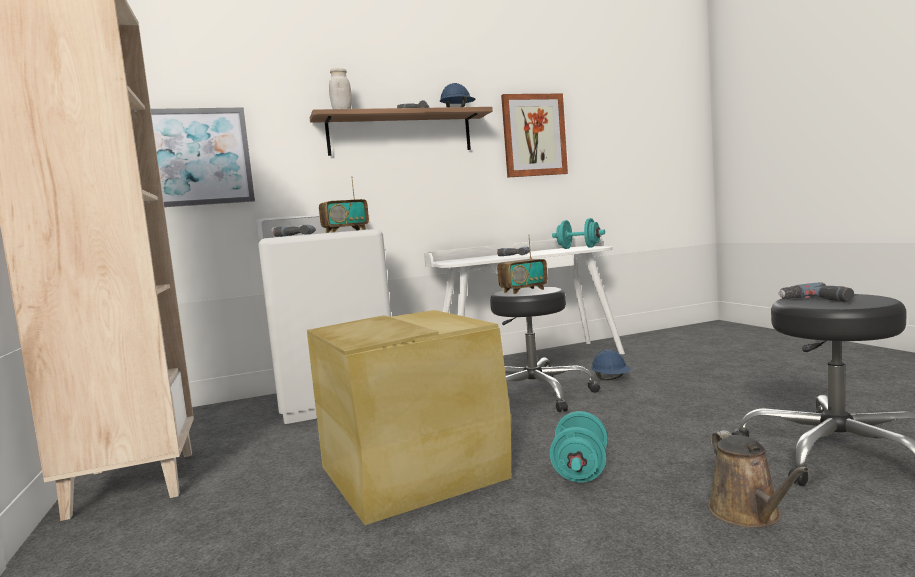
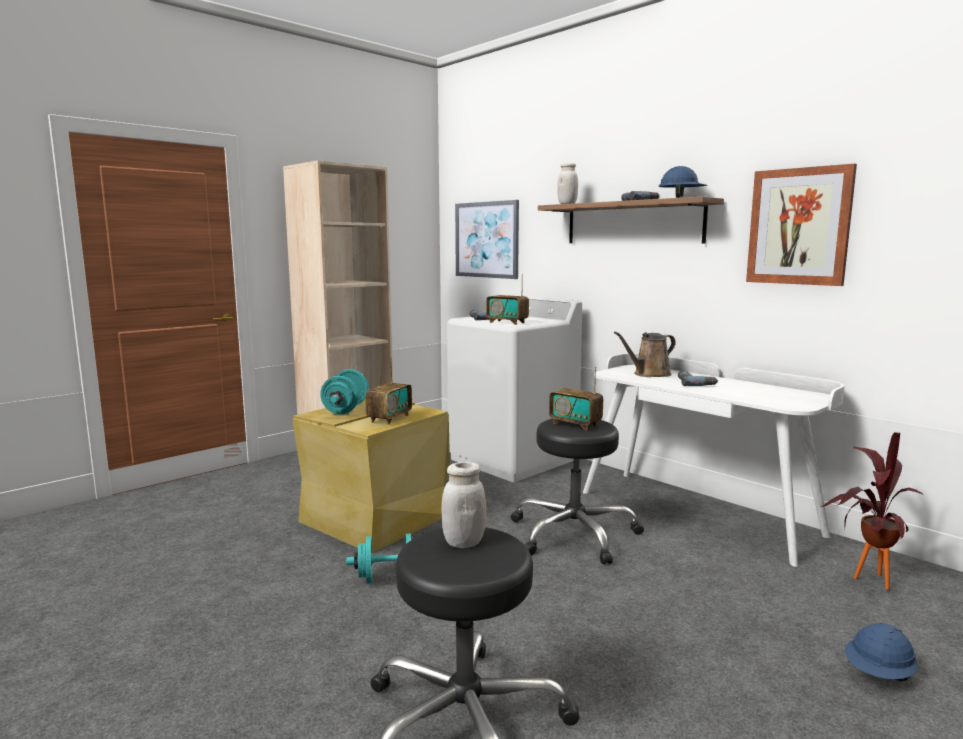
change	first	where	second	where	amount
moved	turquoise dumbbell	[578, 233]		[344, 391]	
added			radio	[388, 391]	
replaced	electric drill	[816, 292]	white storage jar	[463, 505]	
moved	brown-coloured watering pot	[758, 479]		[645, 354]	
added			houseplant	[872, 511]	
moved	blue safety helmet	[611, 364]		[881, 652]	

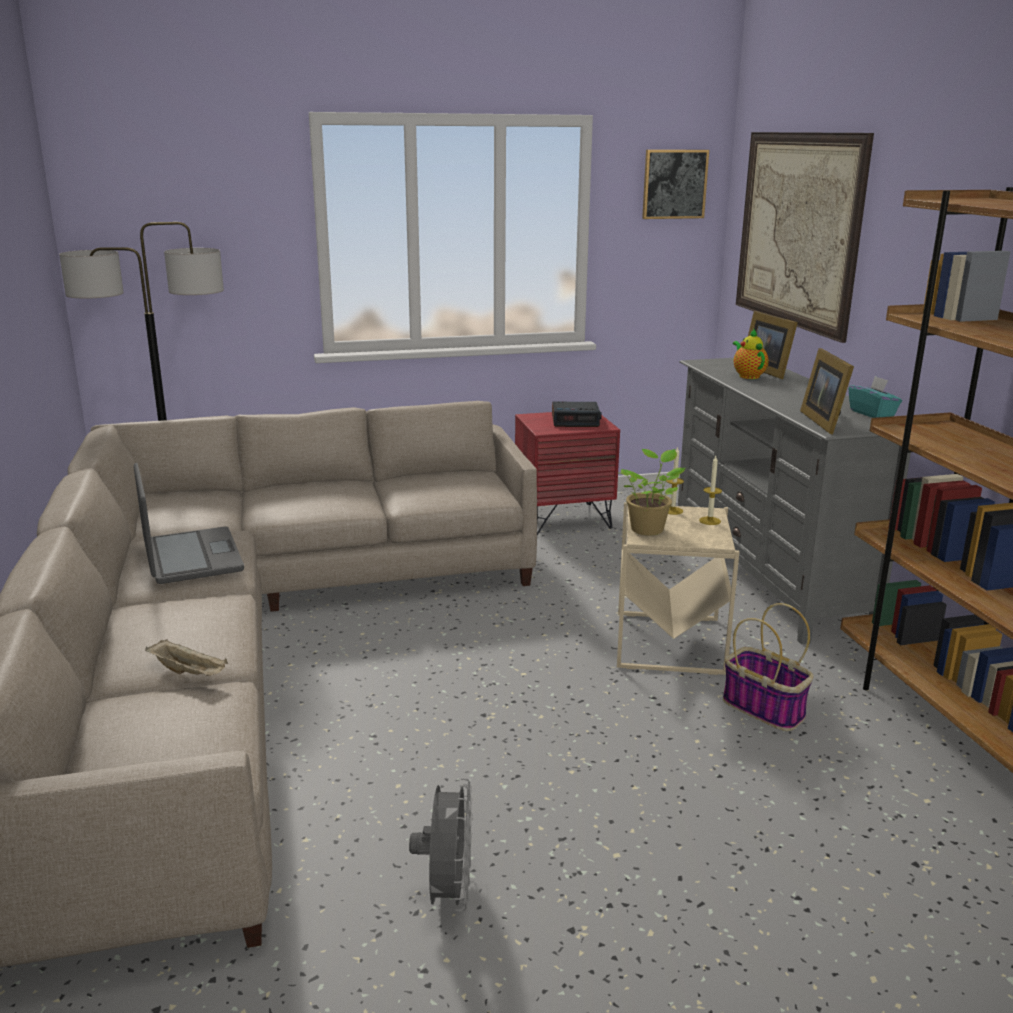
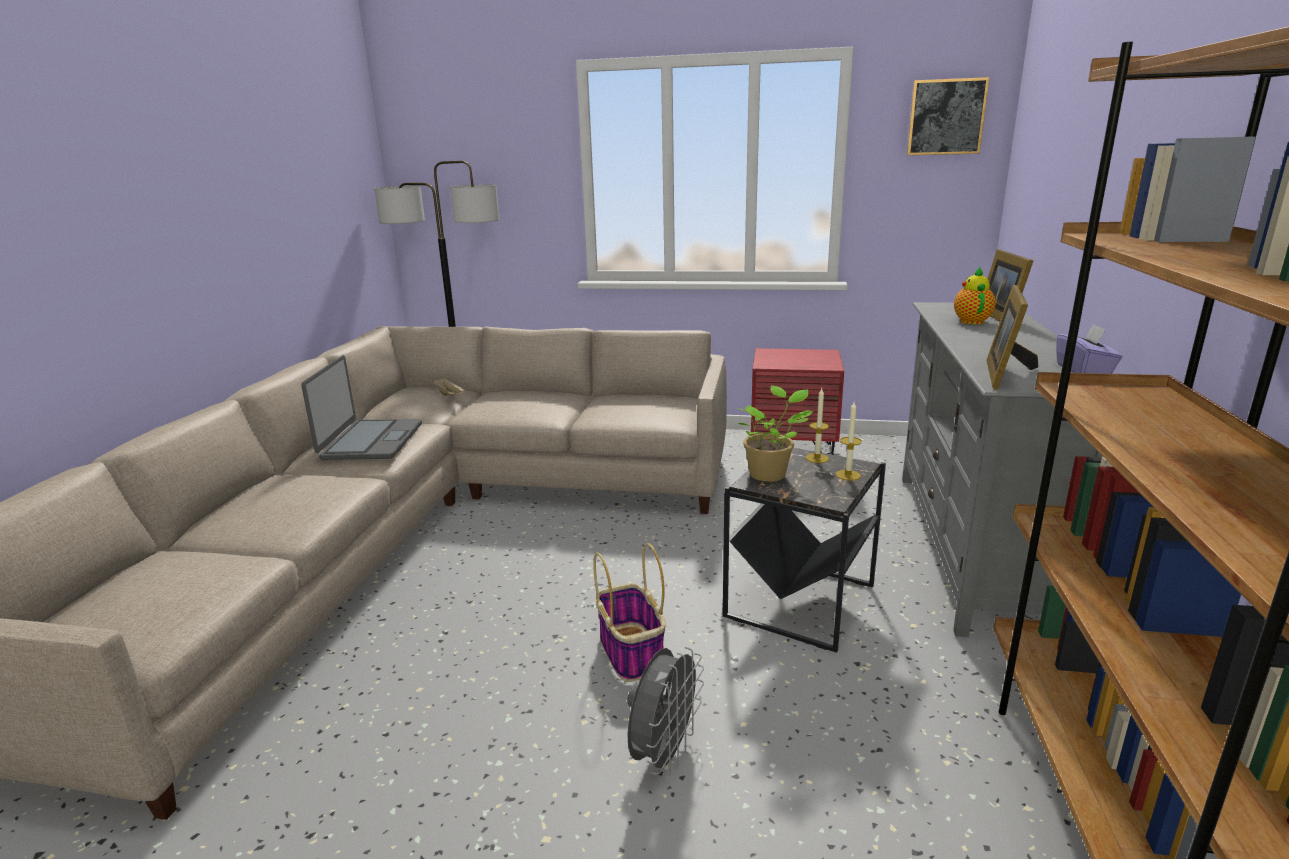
change	first	where	second	where	amount
moved	beige serving tray	[186, 657]		[449, 387]	
moved	storage basket	[768, 667]		[629, 612]	
moved	grey fan	[440, 845]		[665, 711]	
recoloured	beige side table	[678, 588]	blackish side table	[804, 550]	
recoloured	turquoise tissue holder	[875, 397]	purple-coloured tissue holder	[1089, 349]	
removed	table clock	[577, 414]			
removed	picture	[805, 237]			

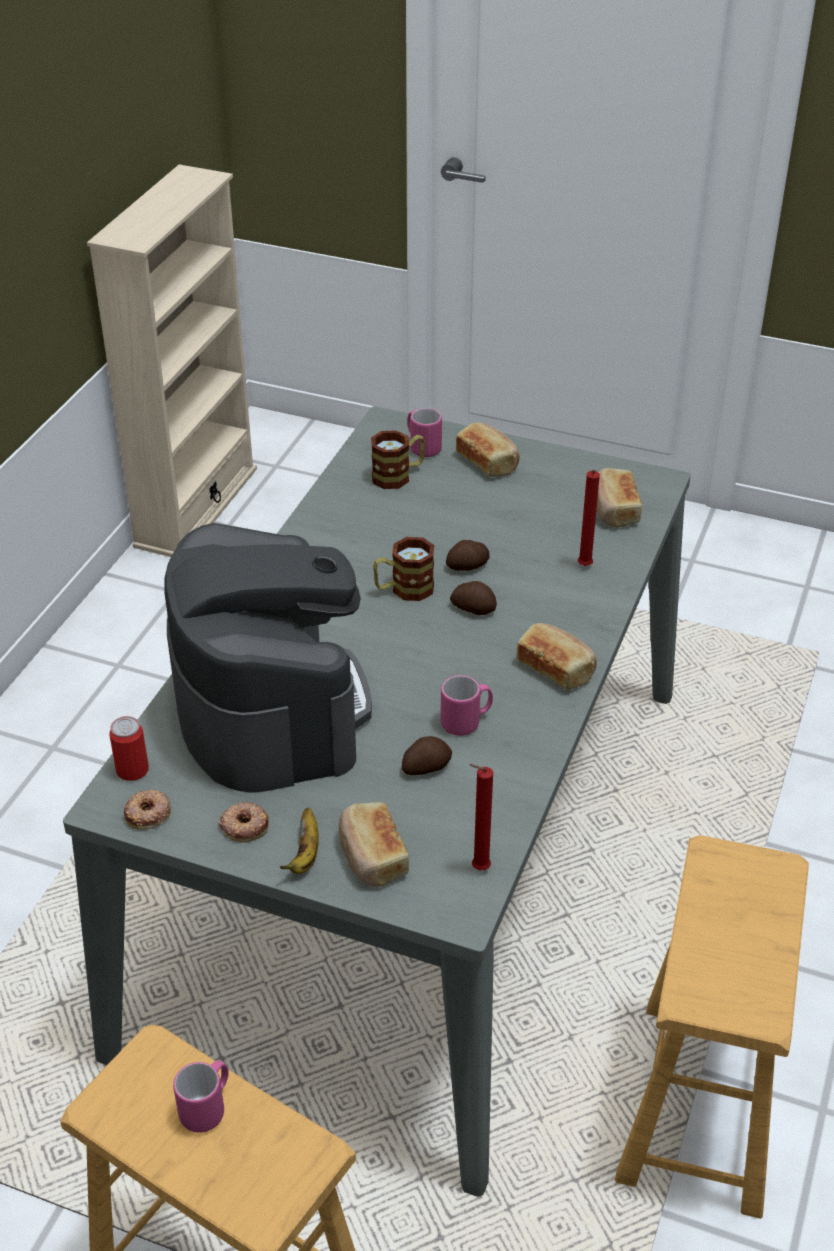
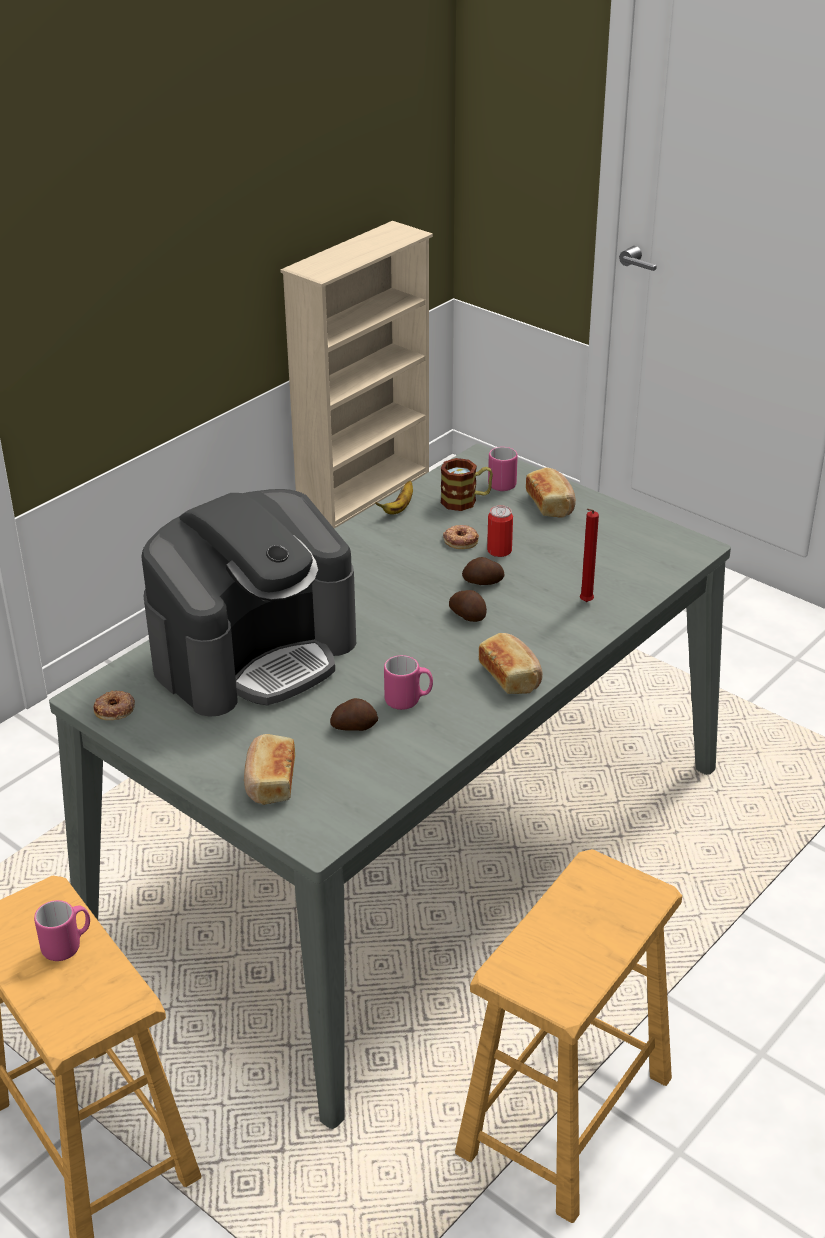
change	first	where	second	where	amount
turned	coffee maker	[268, 658]		[248, 603]	45 degrees clockwise
moved	banana	[299, 841]		[394, 497]	
moved	doughnut	[244, 822]		[461, 537]	
moved	can	[129, 748]		[500, 531]	
removed	coffee mug	[403, 569]			
removed	reddish wax candle	[481, 817]			
removed	bakery bread	[619, 498]			

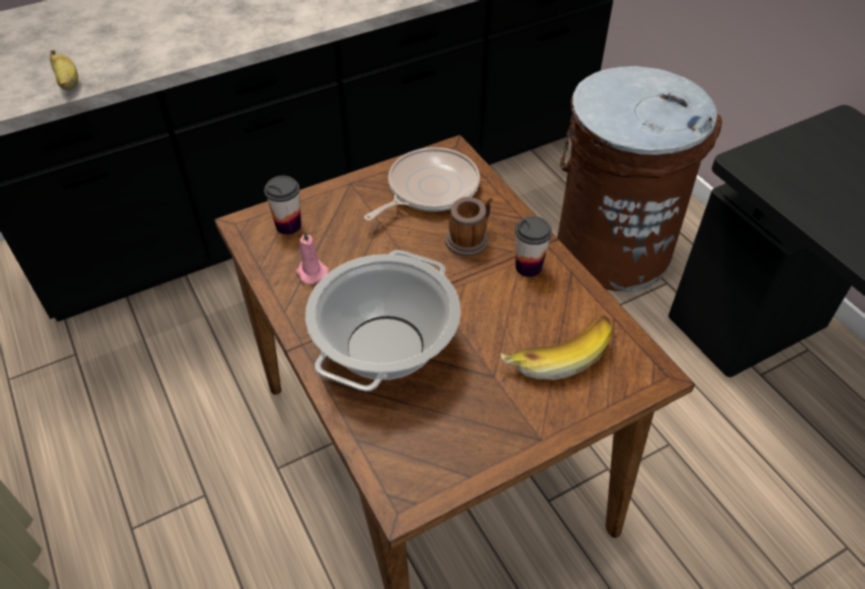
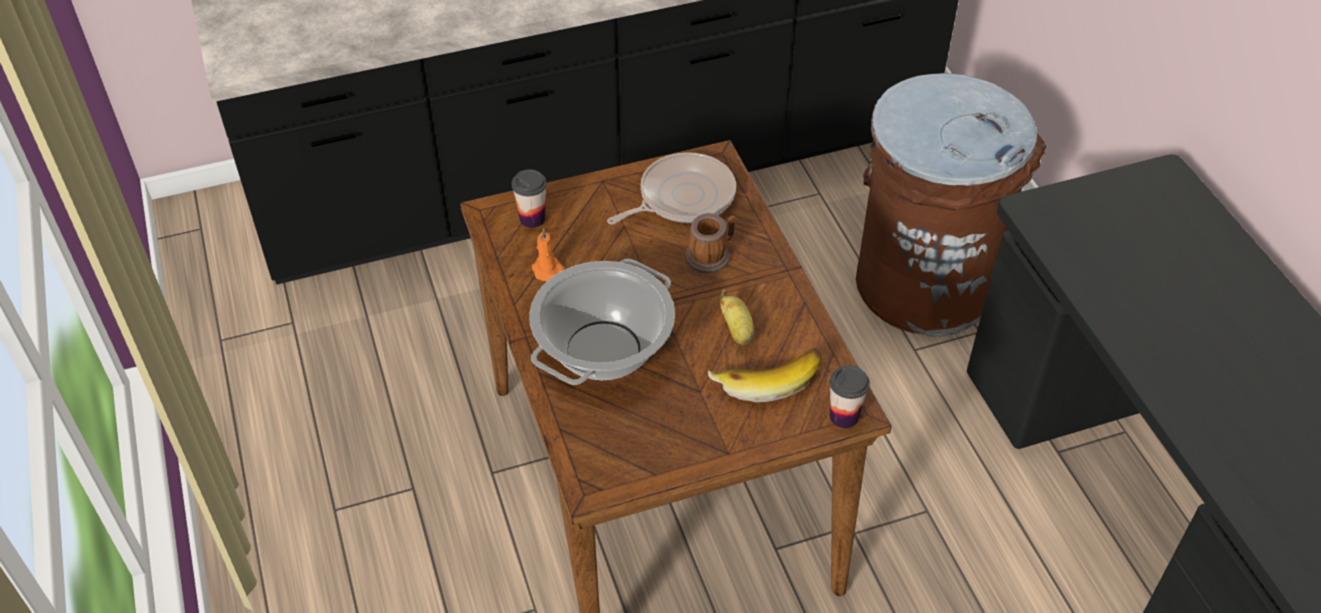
change	first	where	second	where	amount
recoloured	pinkish wax candle	[312, 257]	orangey wax candle	[548, 254]	
moved	banana	[64, 70]		[737, 318]	
moved	drinking cup	[533, 246]		[850, 396]	

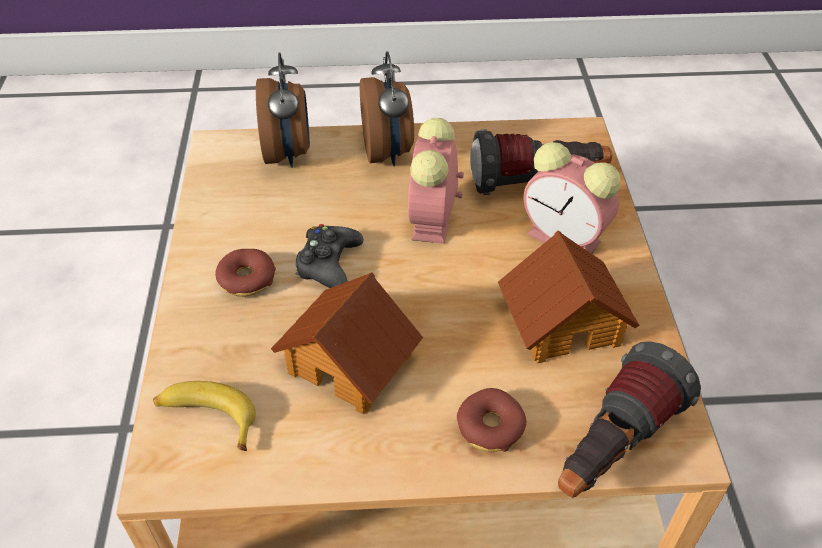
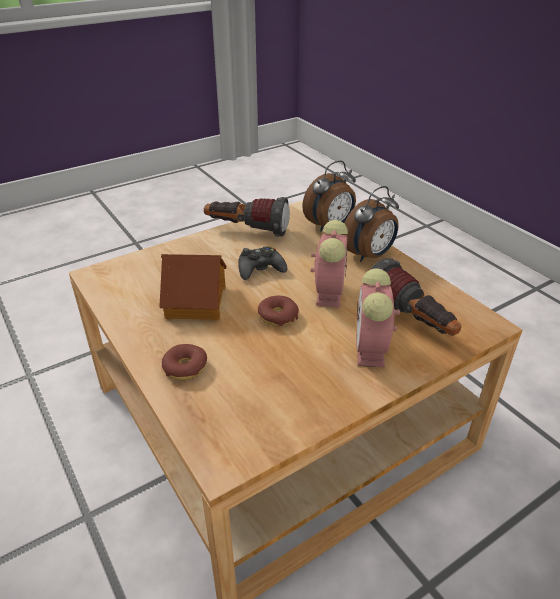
change	first	where	second	where	amount
moved	hand torch	[629, 419]		[247, 217]	
moved	doughnut	[245, 273]		[278, 311]	
turned	table clock	[436, 181]		[329, 264]	120 degrees clockwise
removed	banana	[204, 416]			
removed	model house	[568, 297]			

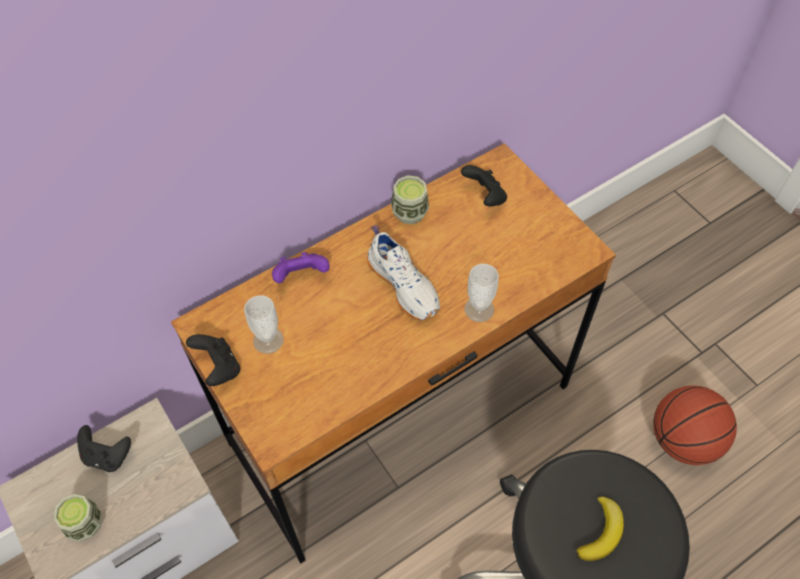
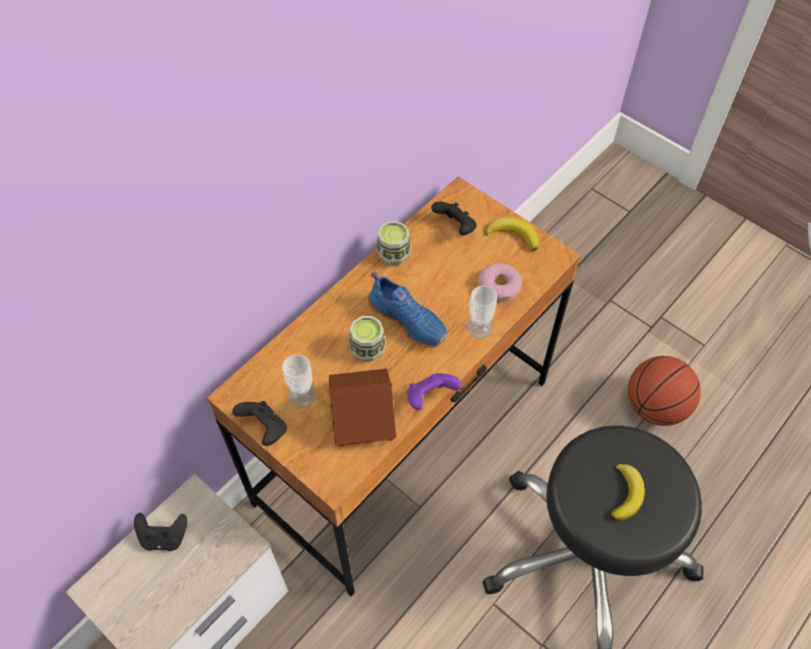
change	first	where	second	where	amount
added			model house	[362, 407]	
moved	drinking cup	[78, 517]		[367, 338]	
recoloured	white item of footwear	[403, 272]	blue item of footwear	[407, 309]	
moved	purple-coloured game controller	[301, 267]		[434, 391]	
added			doughnut	[500, 282]	
added			banana	[512, 234]	

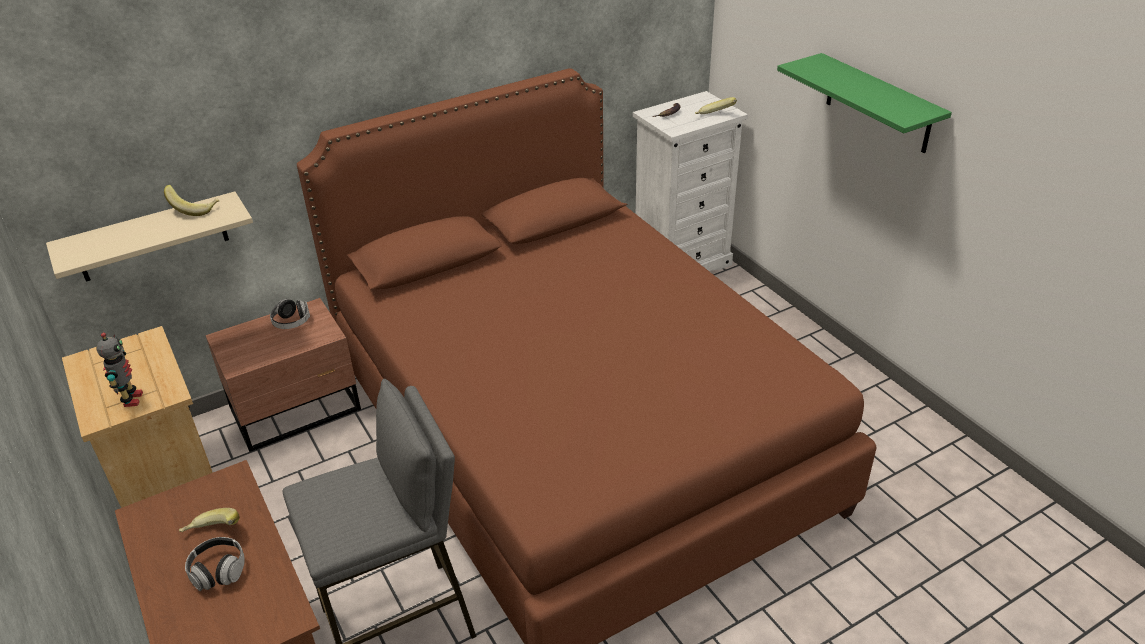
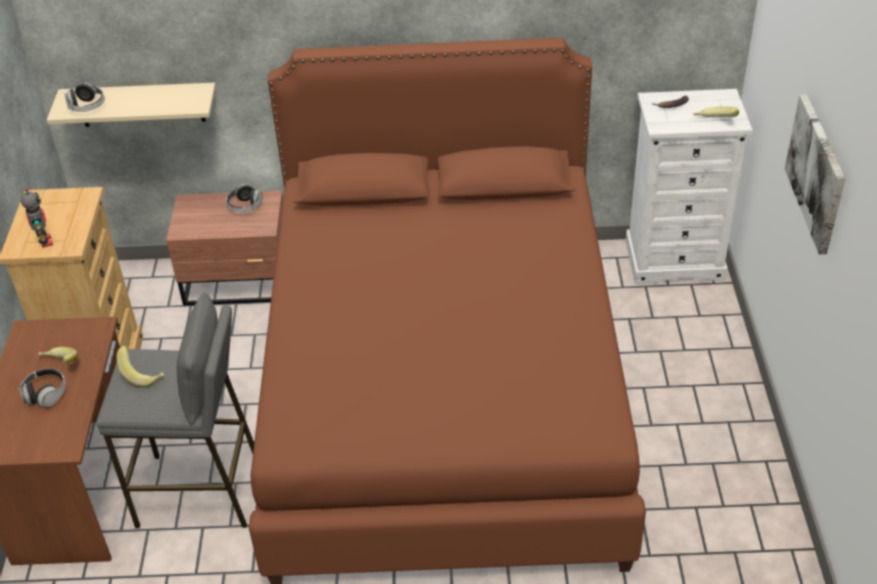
change	first	where	second	where	amount
turned	toy robot	[119, 370]		[37, 218]	45 degrees counterclockwise
added			pair of headphones	[84, 97]	
moved	banana	[191, 200]		[140, 366]	
replaced	green-coloured wall shelf	[864, 103]	picture	[815, 174]	

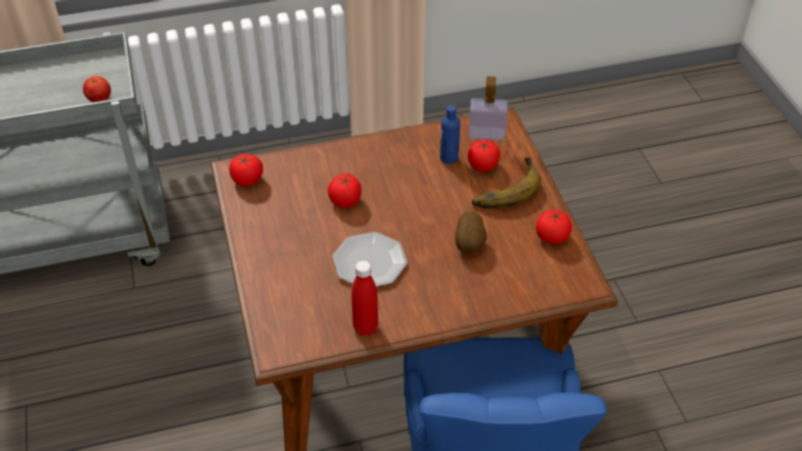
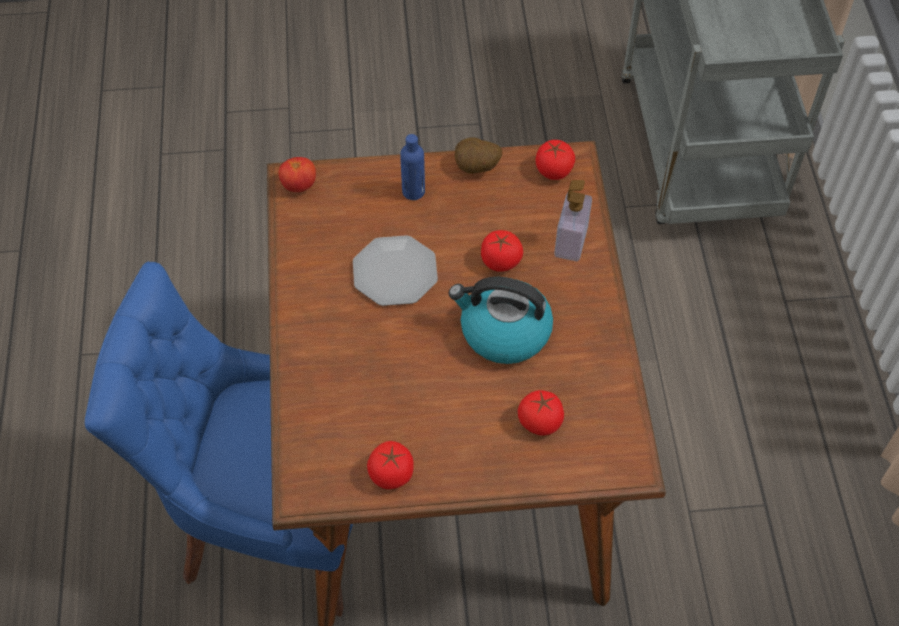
change	first	where	second	where	amount
moved	fresh tomato	[97, 89]		[297, 174]	
moved	blue bottle	[450, 134]		[412, 167]	
added			tea kettle	[501, 320]	
moved	potato	[471, 232]		[478, 155]	
moved	liquid soap bottle	[488, 108]		[573, 220]	
removed	reddish bottle	[364, 298]			
removed	banana	[506, 183]			

